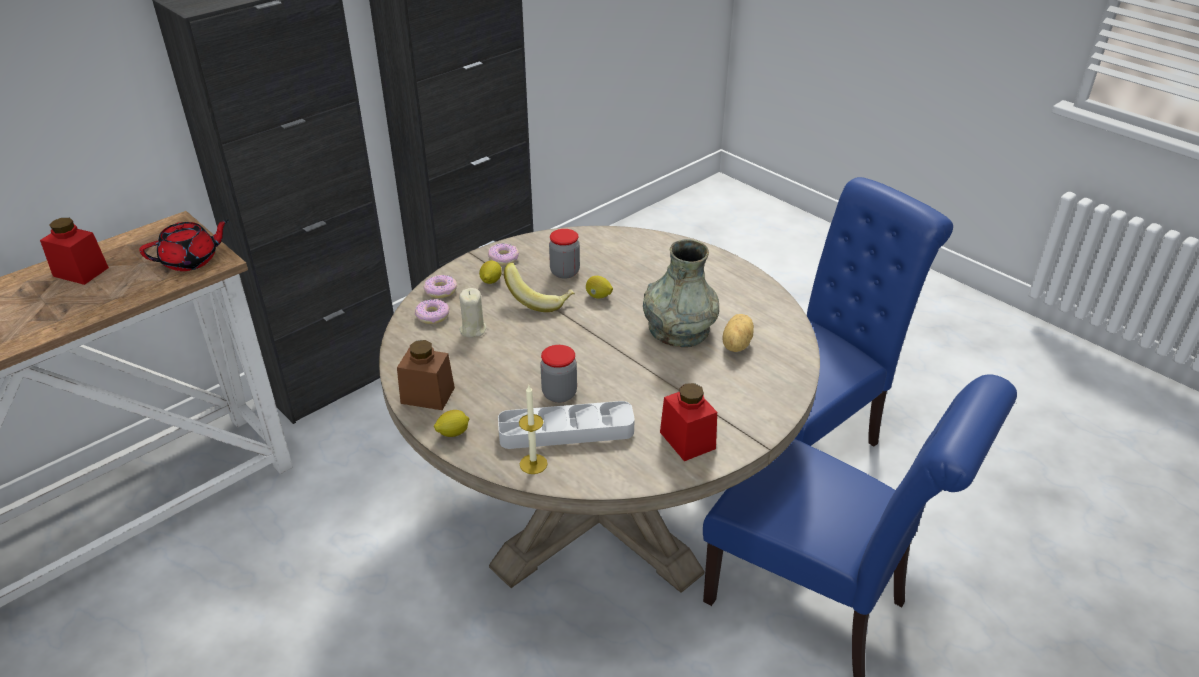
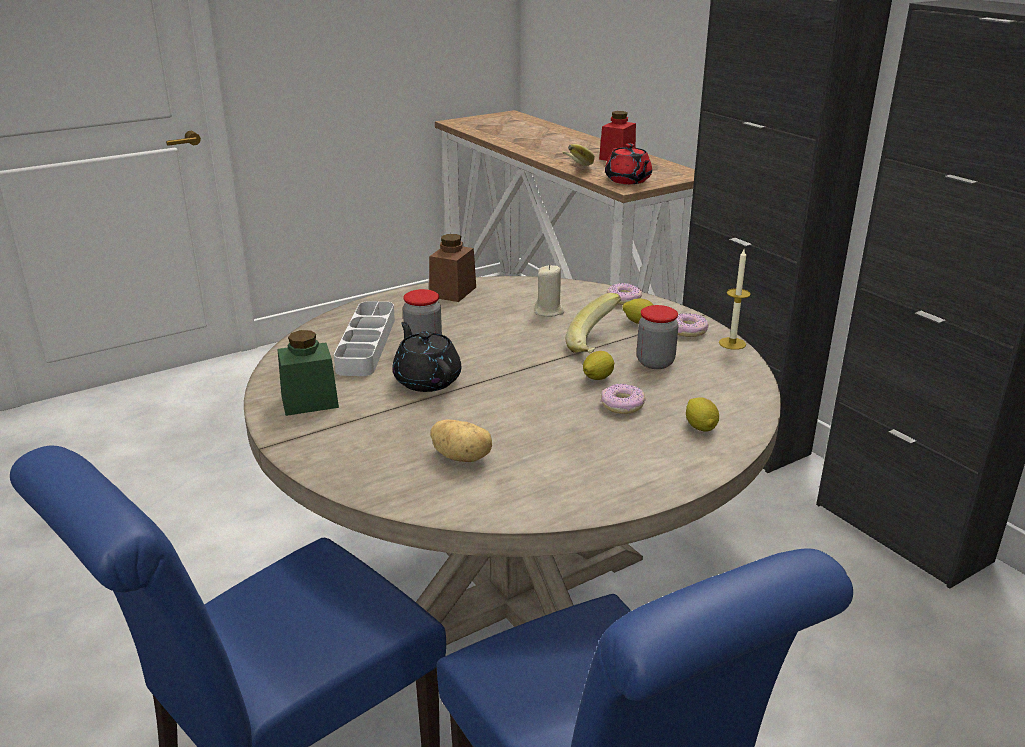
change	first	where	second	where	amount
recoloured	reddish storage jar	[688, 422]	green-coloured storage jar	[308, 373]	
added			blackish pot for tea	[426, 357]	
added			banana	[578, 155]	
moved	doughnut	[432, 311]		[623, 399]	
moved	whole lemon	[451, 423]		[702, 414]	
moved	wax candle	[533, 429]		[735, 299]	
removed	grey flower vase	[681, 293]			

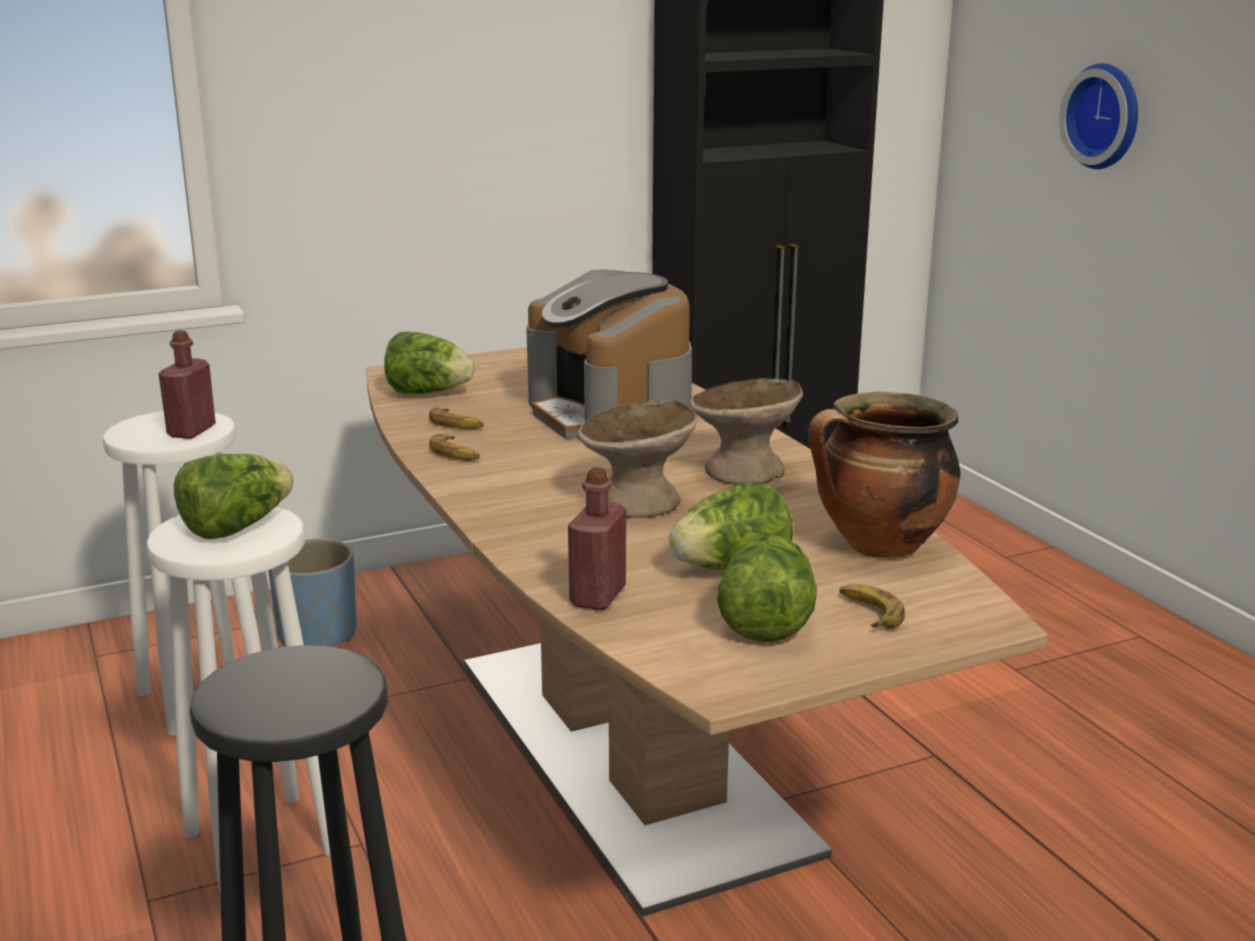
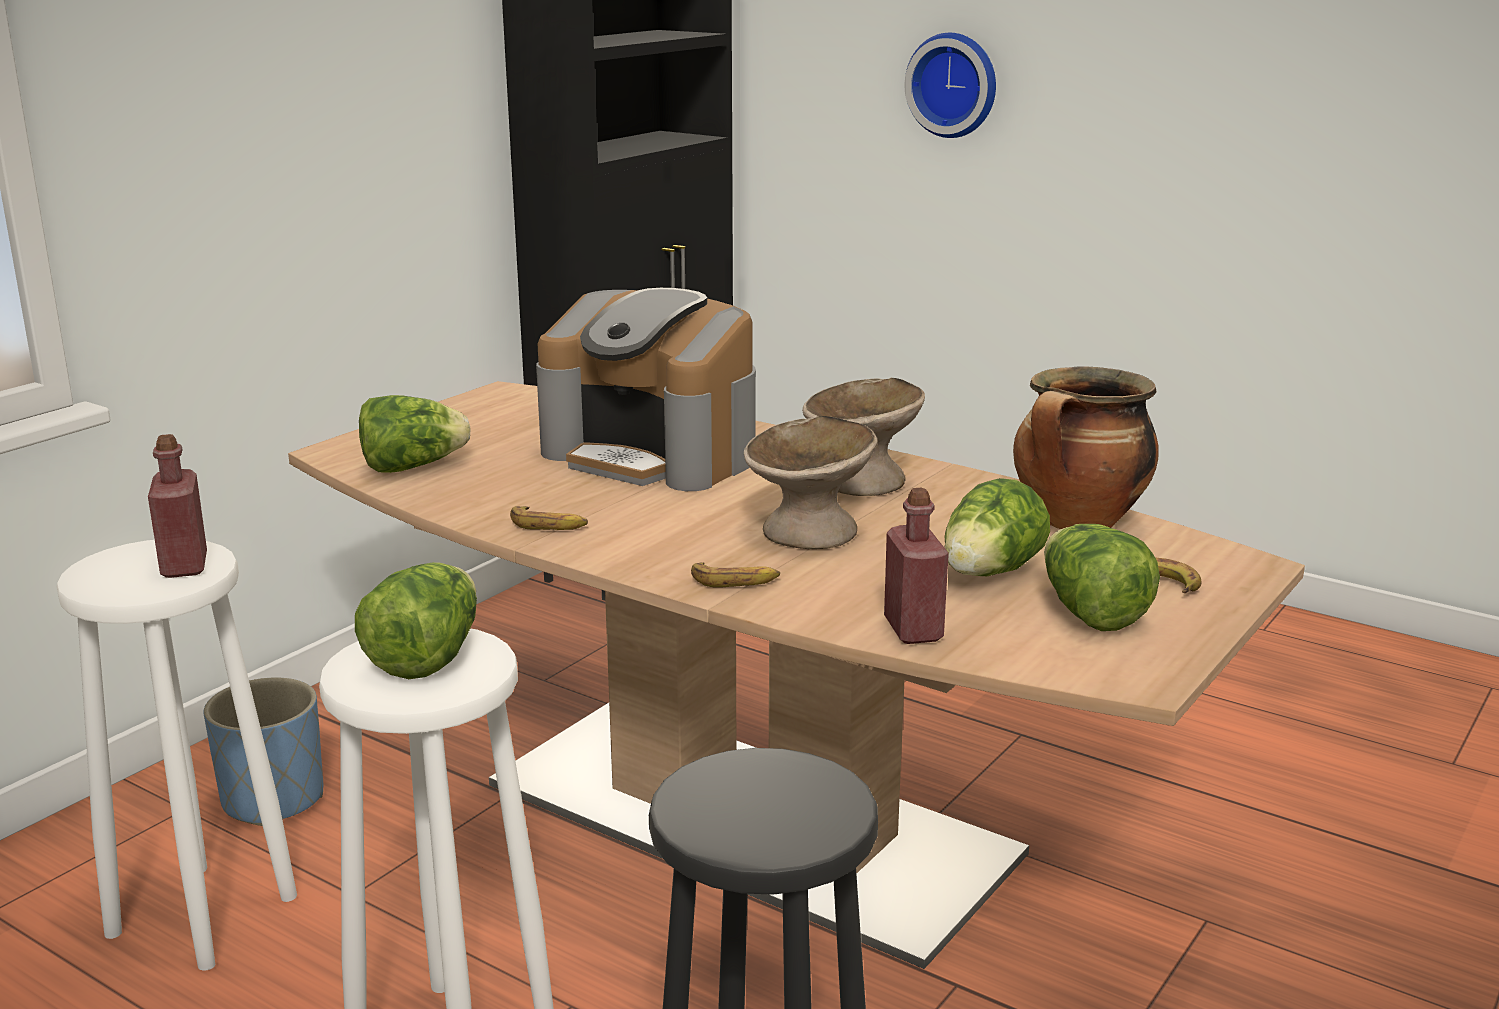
change	first	where	second	where	amount
moved	banana	[456, 418]		[735, 575]	

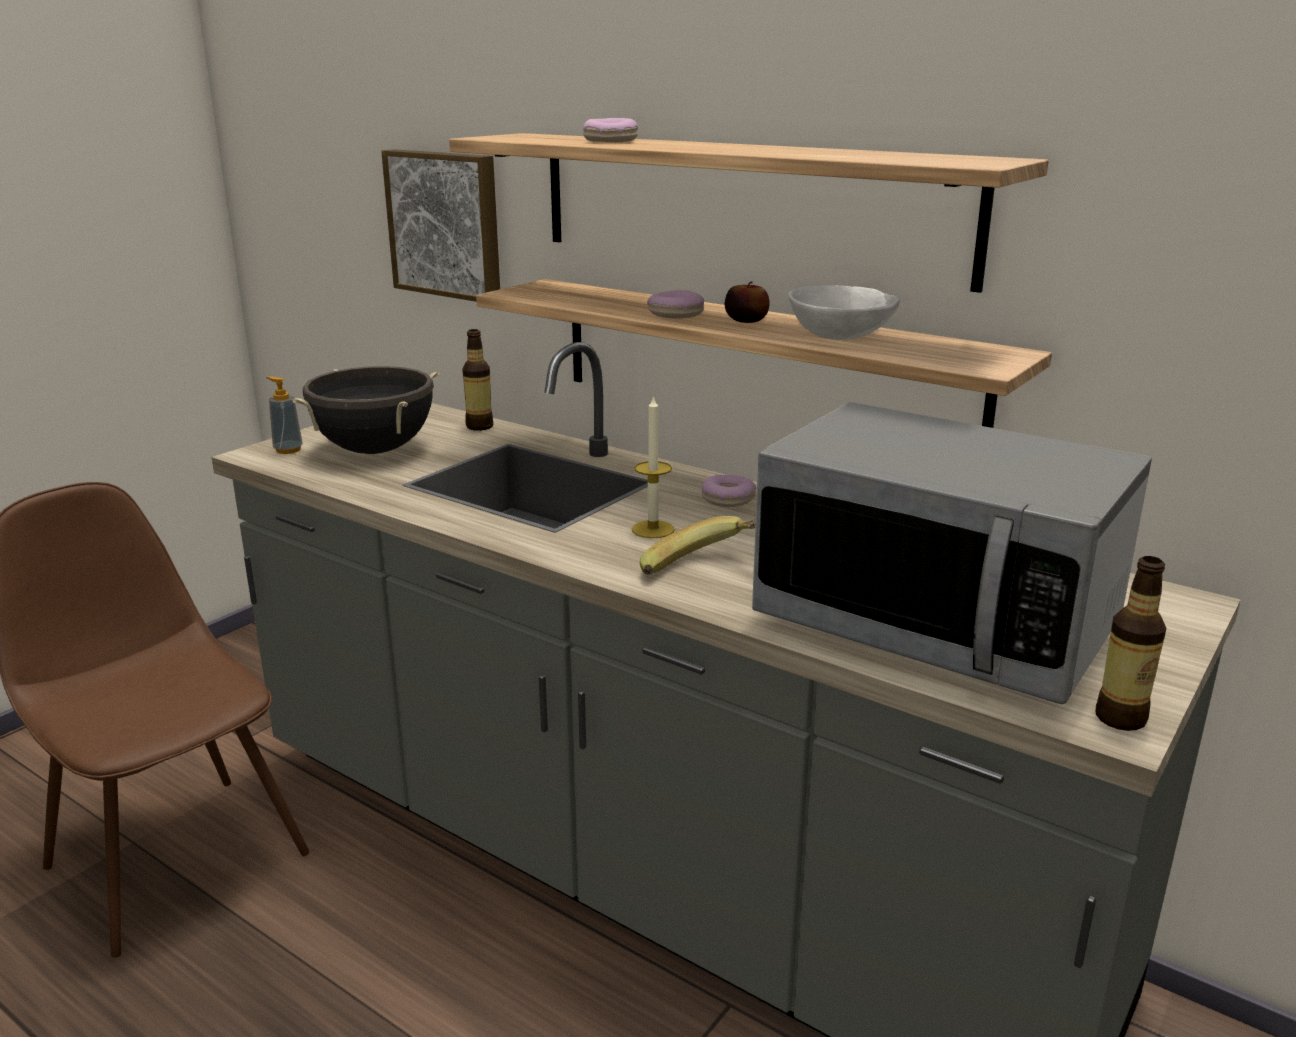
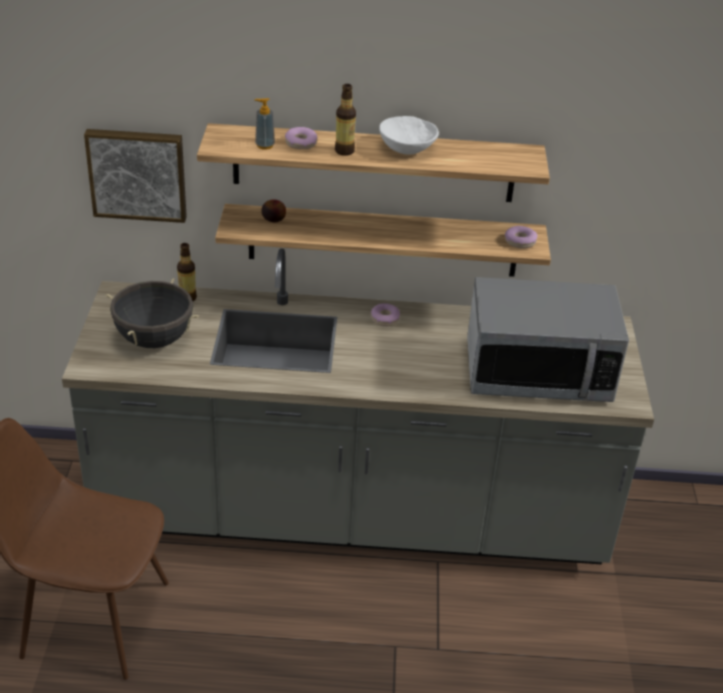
change	first	where	second	where	amount
moved	liquid soap bottle	[284, 415]		[264, 124]	
moved	apple	[747, 302]		[274, 211]	
moved	bottle	[1130, 643]		[345, 120]	
moved	white deep dish	[844, 312]		[409, 135]	
moved	doughnut	[675, 304]		[521, 237]	
removed	wax candle	[653, 466]			
removed	banana	[698, 545]			

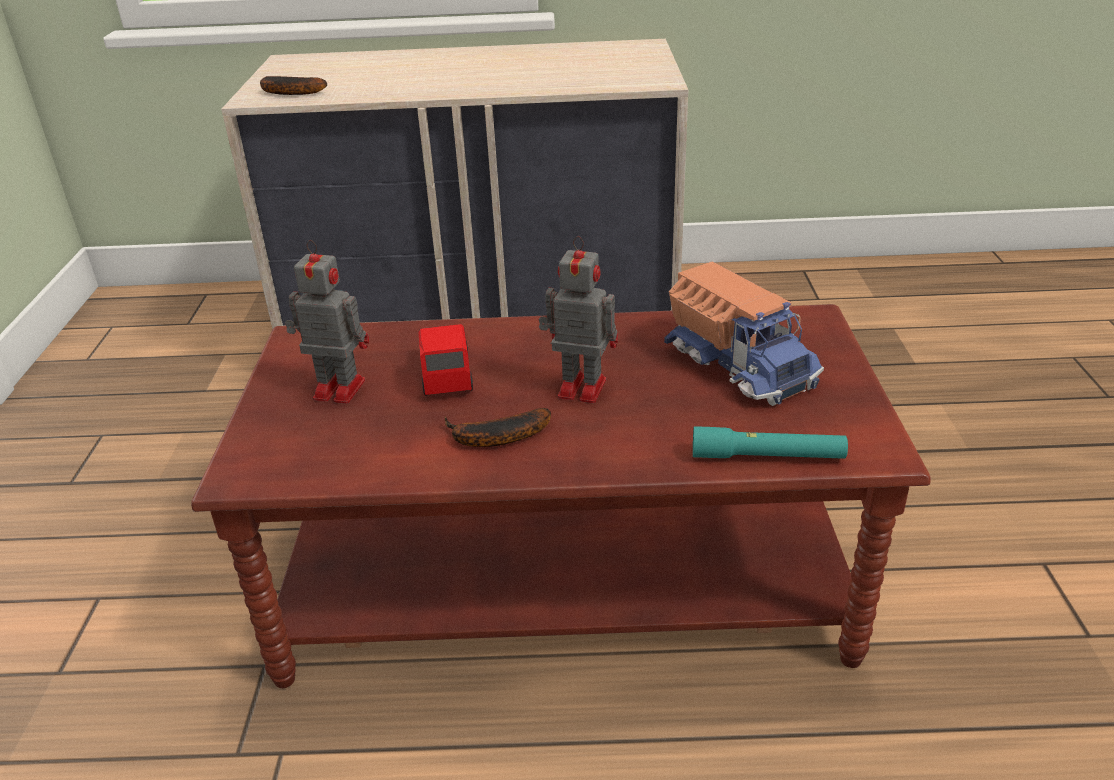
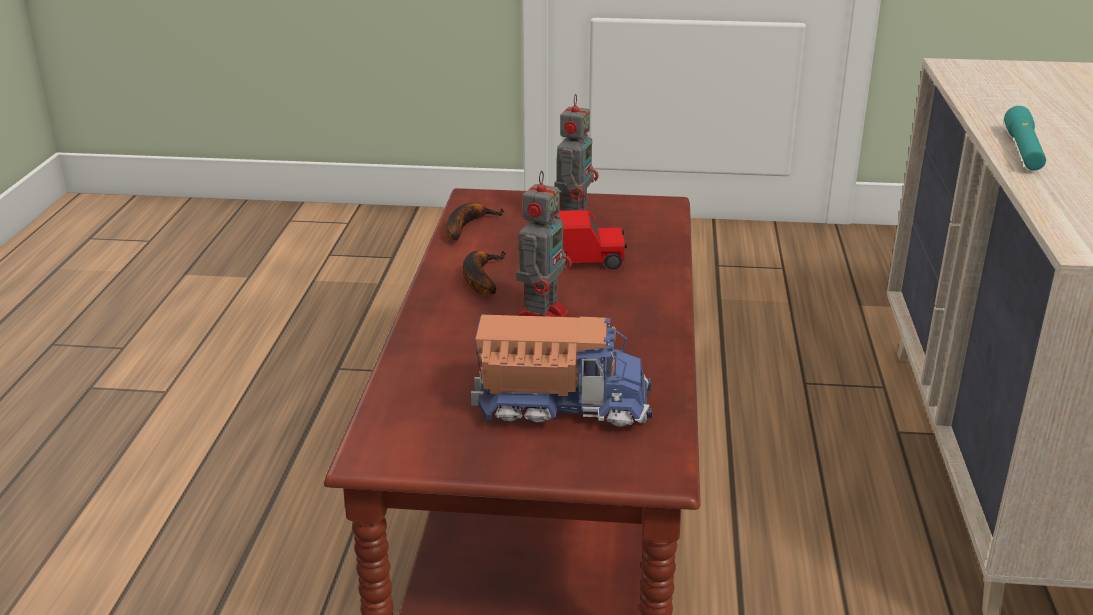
change	first	where	second	where	amount
moved	banana	[293, 85]		[475, 221]	
turned	toy truck	[744, 333]		[561, 371]	150 degrees counterclockwise
moved	turquoise hand torch	[770, 442]		[1025, 138]	

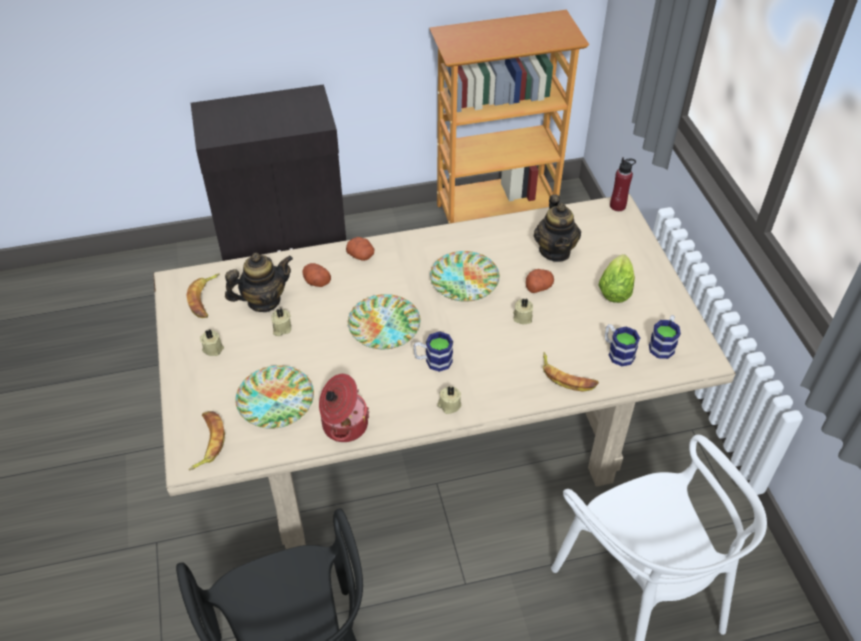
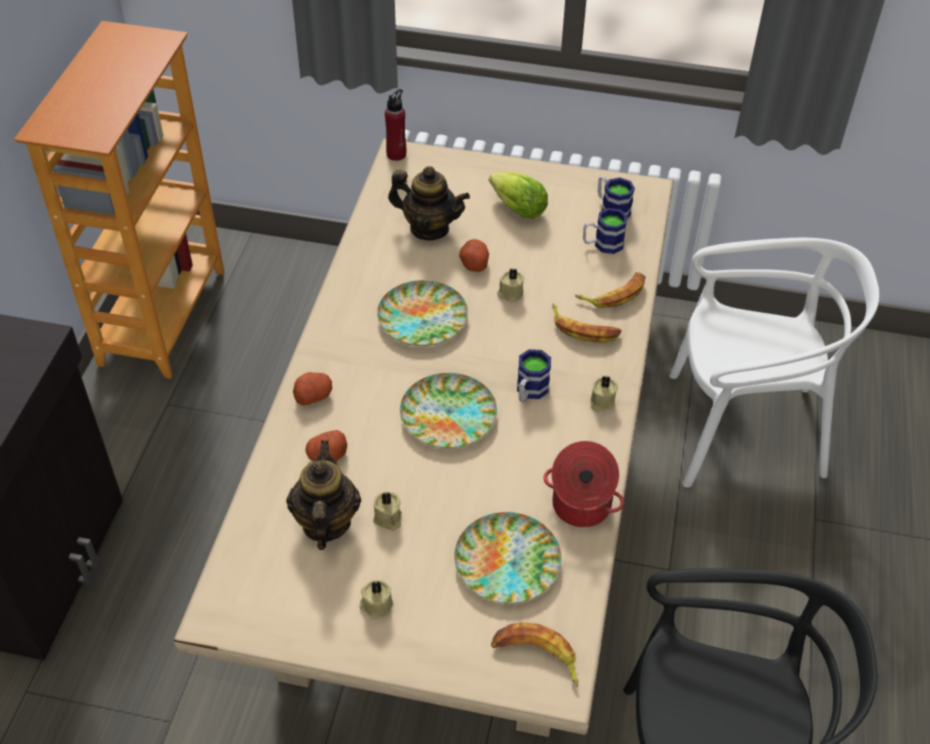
change	first	where	second	where	amount
moved	banana	[203, 295]		[587, 323]	

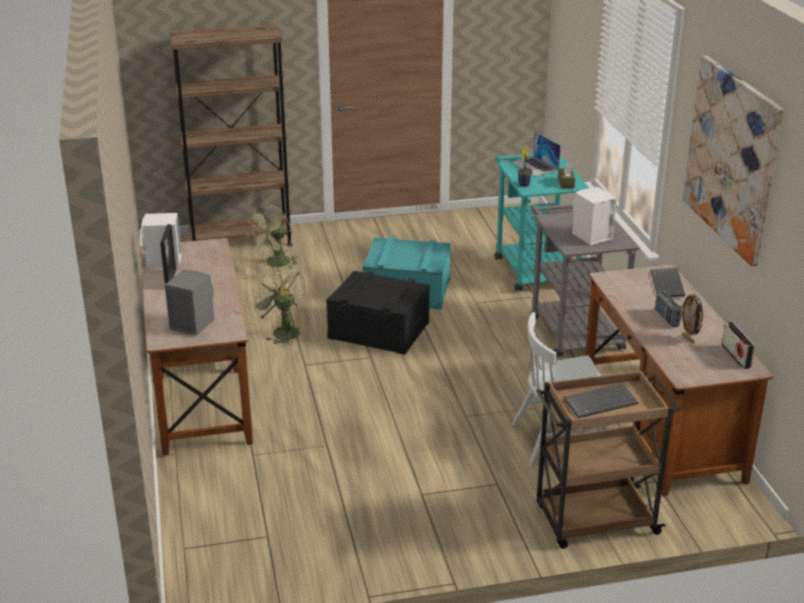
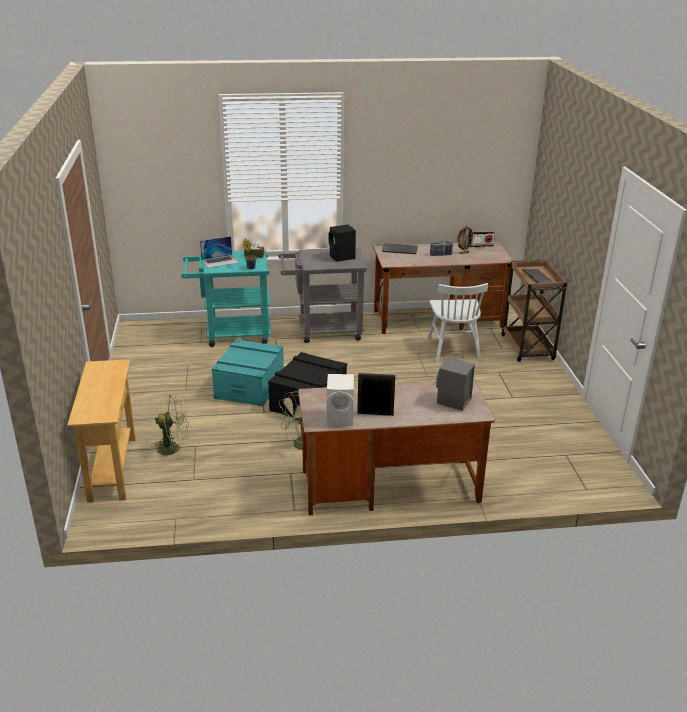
change	first	where	second	where	amount
replaced	brown-coloured bookcase	[231, 135]	beige narrow table	[101, 431]	
turned	green-coloured fan	[272, 236]		[170, 427]	45 degrees counterclockwise
recoloured	white speaker	[594, 216]	blackish speaker	[342, 243]	
removed	picture	[733, 161]			

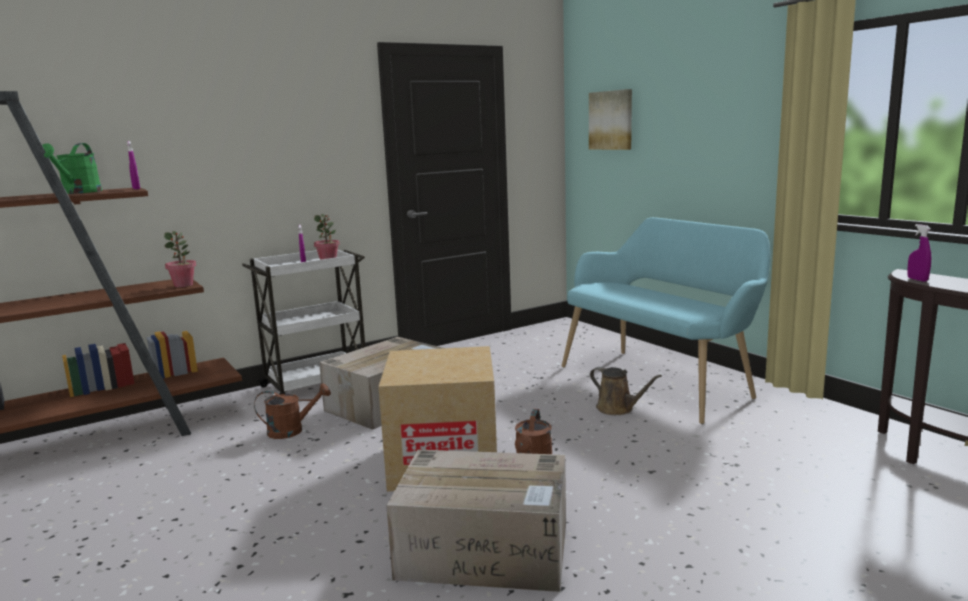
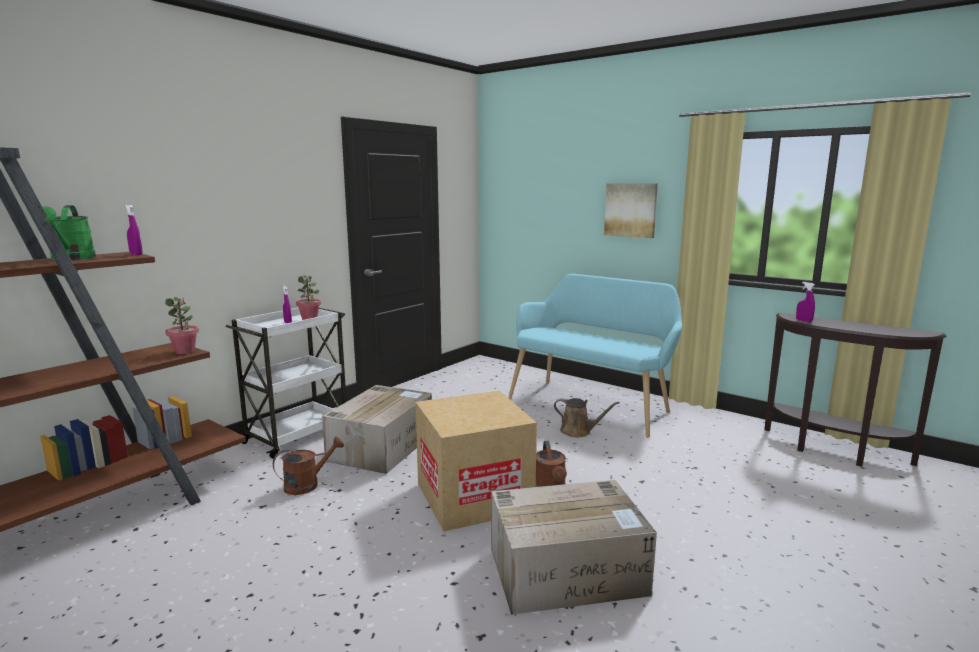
change	first	where	second	where	amount
moved	picture	[610, 119]		[631, 210]	

